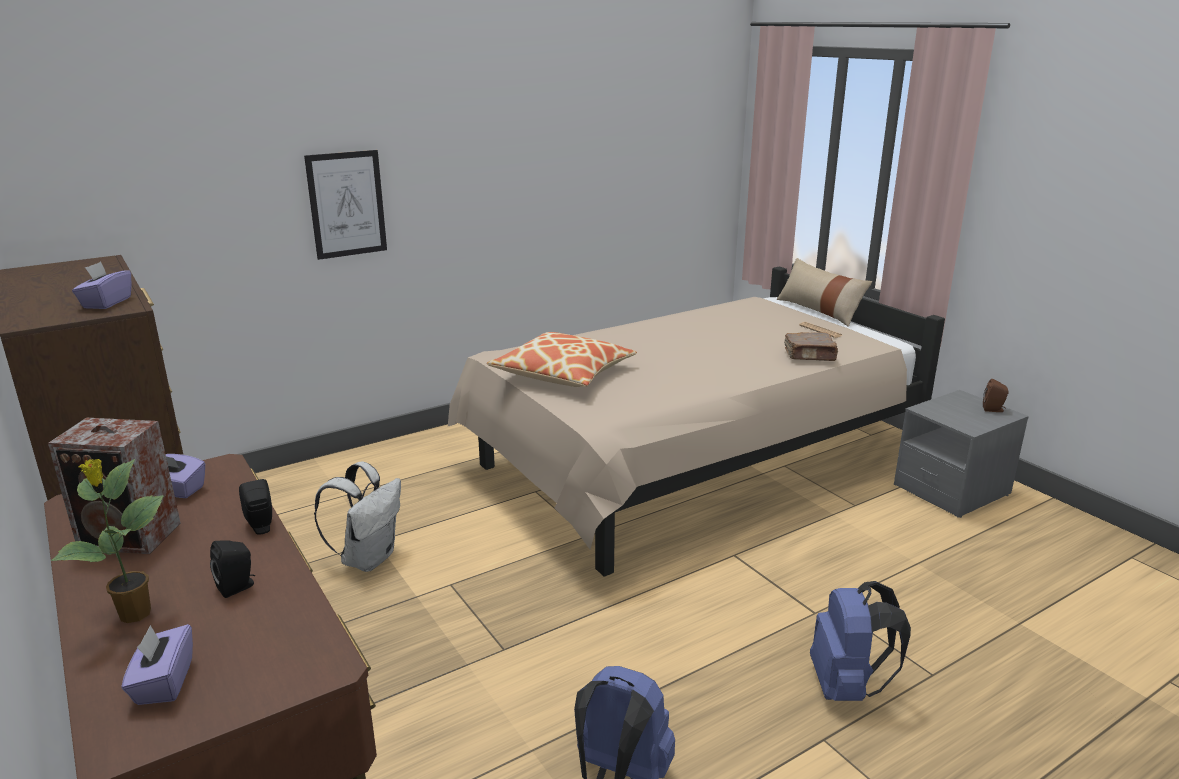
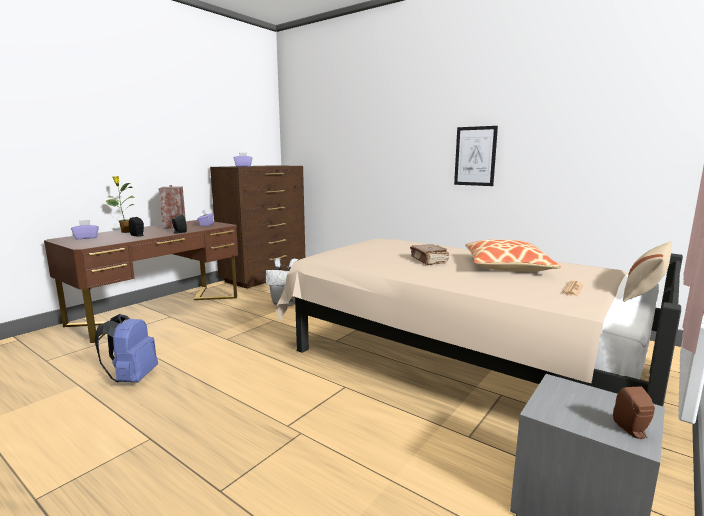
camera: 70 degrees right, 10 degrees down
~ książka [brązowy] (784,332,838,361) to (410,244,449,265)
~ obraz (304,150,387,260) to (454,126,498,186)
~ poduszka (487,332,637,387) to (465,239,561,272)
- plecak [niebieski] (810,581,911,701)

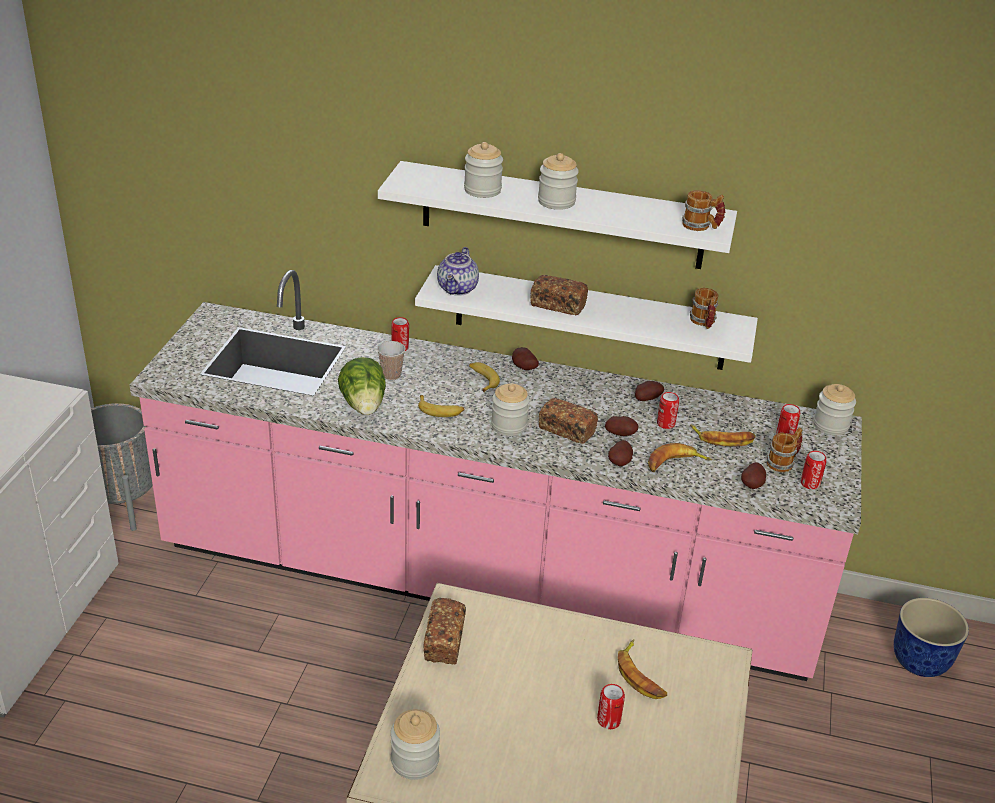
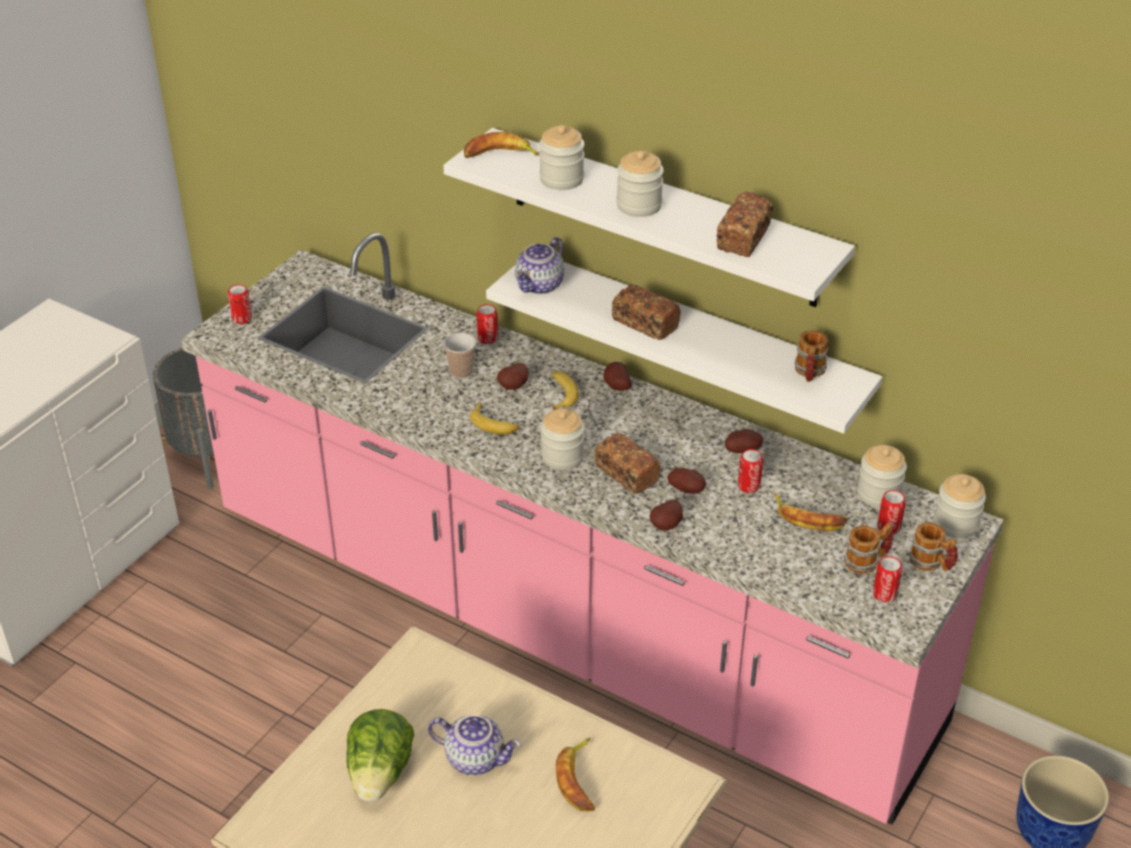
camera: 20 degrees right, 5 degrees up
~ puszka (597,684,625,729) to (228,284,252,324)
~ sałata (338,357,386,415) to (346,709,415,802)
+ imbryk (428,715,521,775)
~ banan (648,443,712,472) to (464,132,539,158)
~ ziemniak (741,462,766,489) to (497,363,528,390)
~ chleb (424,598,466,664) to (716,192,773,257)
~ słoik (391,709,440,780) to (857,445,907,508)
~ kubek (682,190,726,231) to (909,522,958,571)

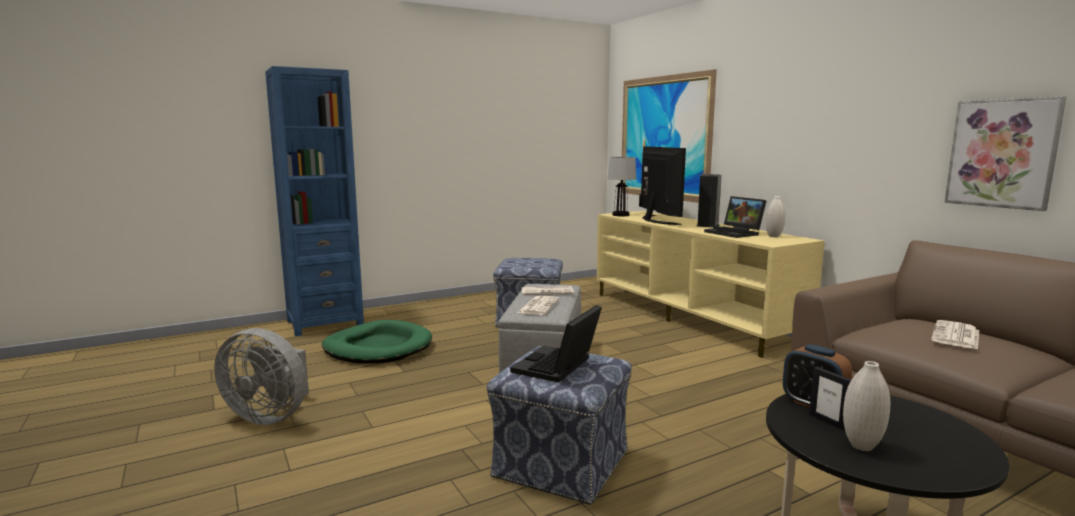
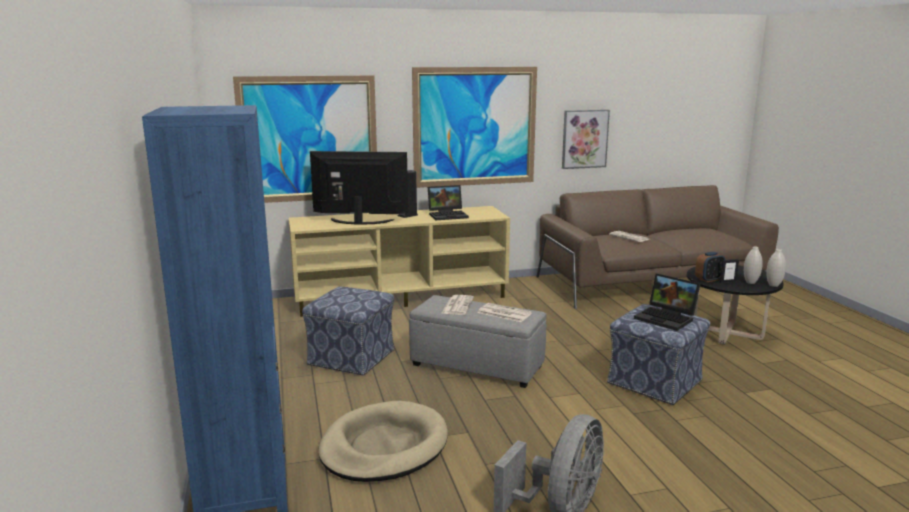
camera: 75 degrees left, 5 degrees up
~ legowisko [zielony] (322,320,432,364) to legowisko [beżowy] (318,401,448,482)
+ obraz (412,67,537,188)
~ wazon [biały] (765,196,785,237) to (766,249,786,287)
- lampa stołowa (608,157,636,216)

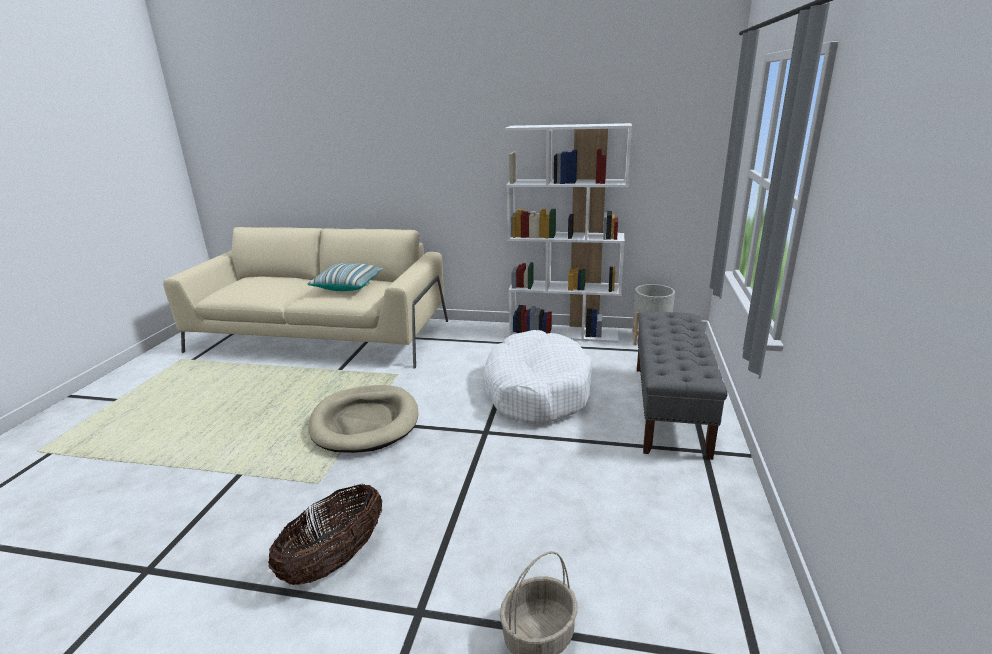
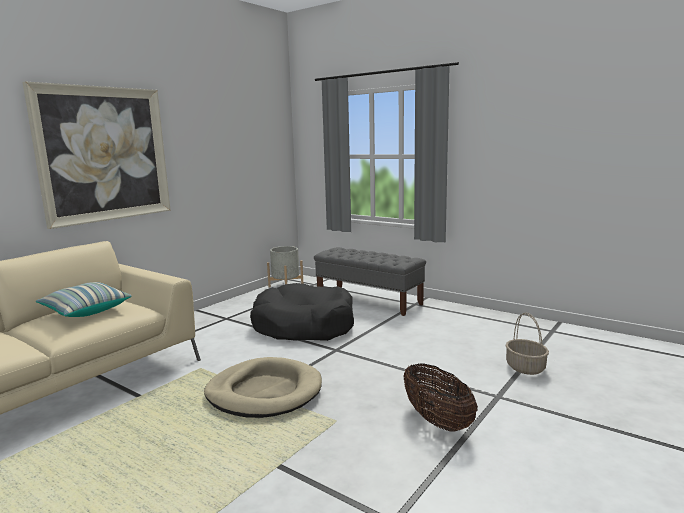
camera: 65 degrees left, 10 degrees down
+ obraz (23,82,171,229)
~ legowisko [biały] (482,330,592,425) to legowisko [czarny] (250,283,354,341)
- regał [biały] (505,123,632,343)

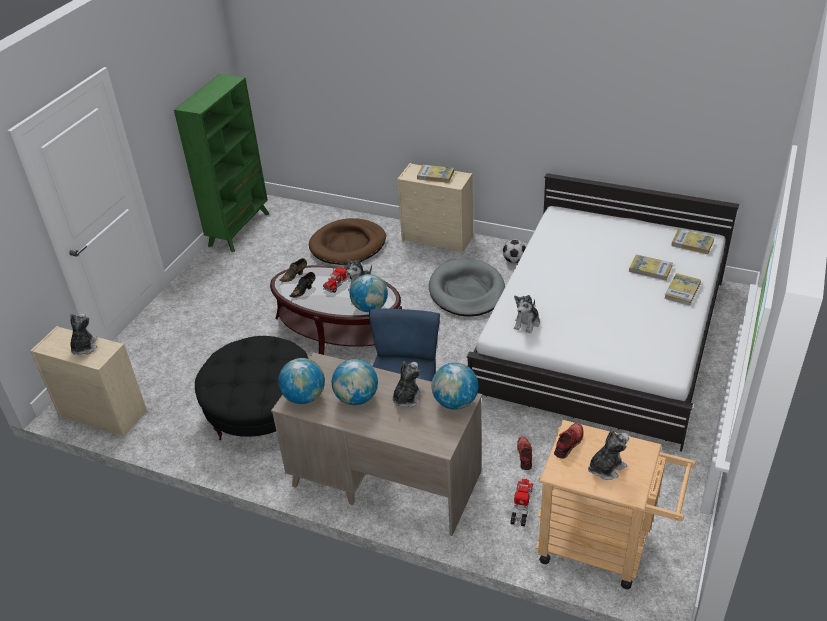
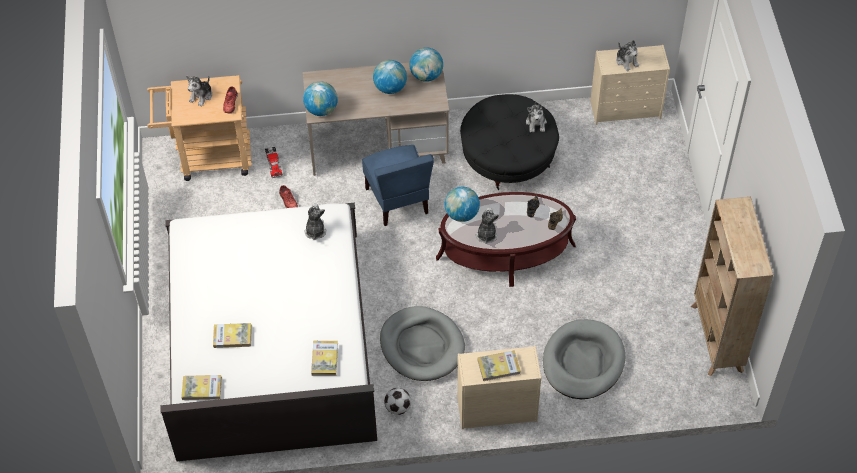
camera: 150 degrees right, 15 degrees up
~ książka (664,273,701,306) to (311,341,338,376)
~ pluszak (392,361,423,408) to (526,102,547,132)
~ legowisko [brązowy] (309,218,386,265) to legowisko [szary] (543,319,626,399)
~ regał [zielony] (174,74,270,252) to regał [beżowy] (691,197,773,376)
- ciężarówka zabawkowa (323,267,352,293)

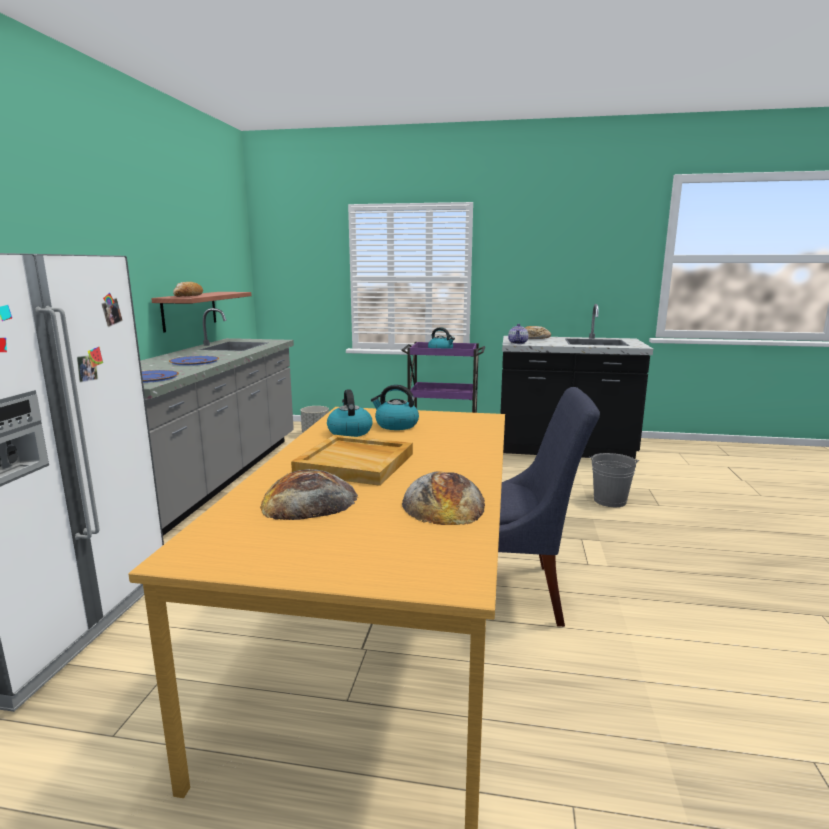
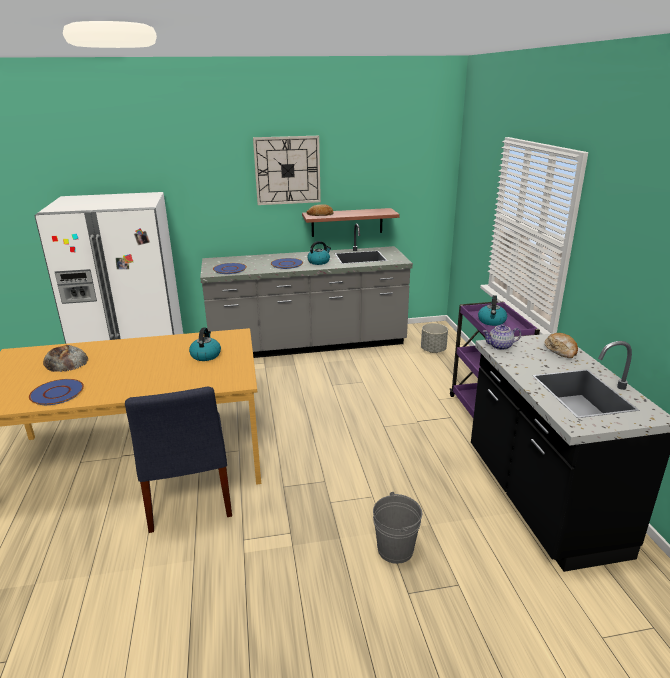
camera: 70 degrees right, 10 degrees up
~ chleb (402,471,485,525) to talerz [niebieski] (29,379,84,405)
+ zegar ścienny (253,136,321,205)
~ czajnik (327,389,372,437) to (307,241,331,265)
- taca [beżowy] (291,435,413,486)

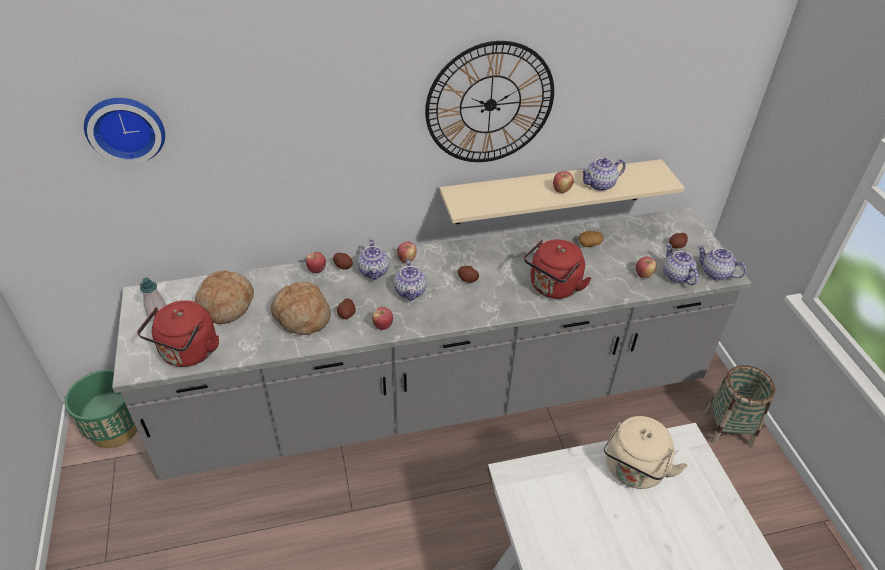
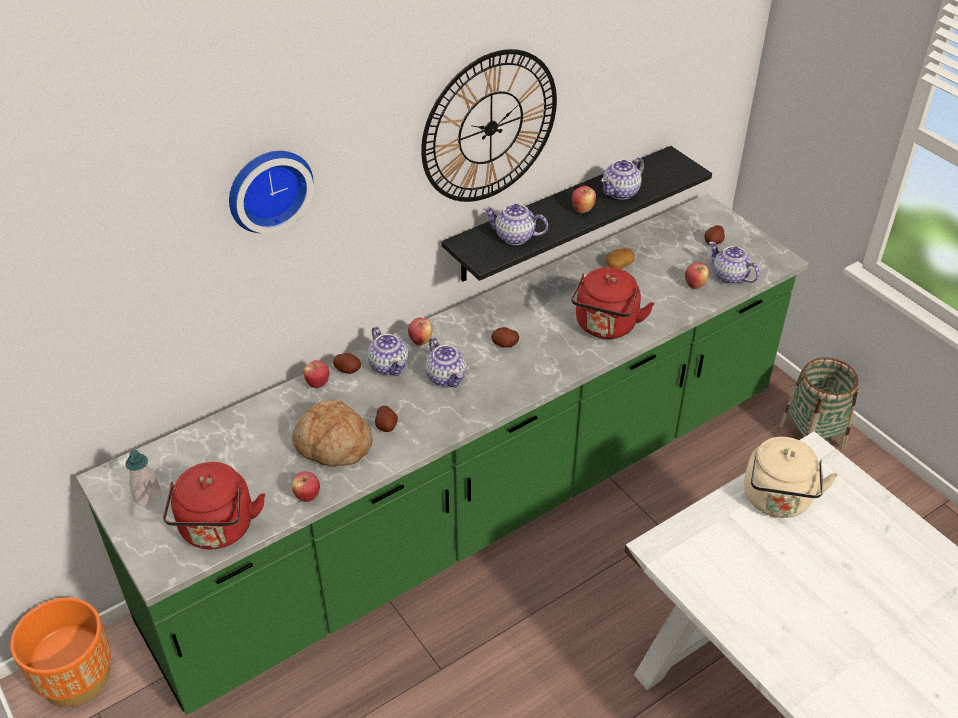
camera: 20 degrees left, 0 degrees up
~ donica [zielony] (65,370,137,448) to donica [pomarańczowy] (10,597,111,707)
~ zabudowa kuchenna [szary] (112,208,751,480) to zabudowa kuchenna [zielony] (76,194,808,715)
~ zegar ścienny (84,98,165,164) to (229,151,313,233)
~ jabłko (372,307,393,330) to (292,471,320,502)
~ półka [beżowy] (440,159,685,224) to półka [czarny] (442,146,712,282)
~ imbryk (697,245,746,280) to (483,204,548,245)
- chleb (195,270,254,324)

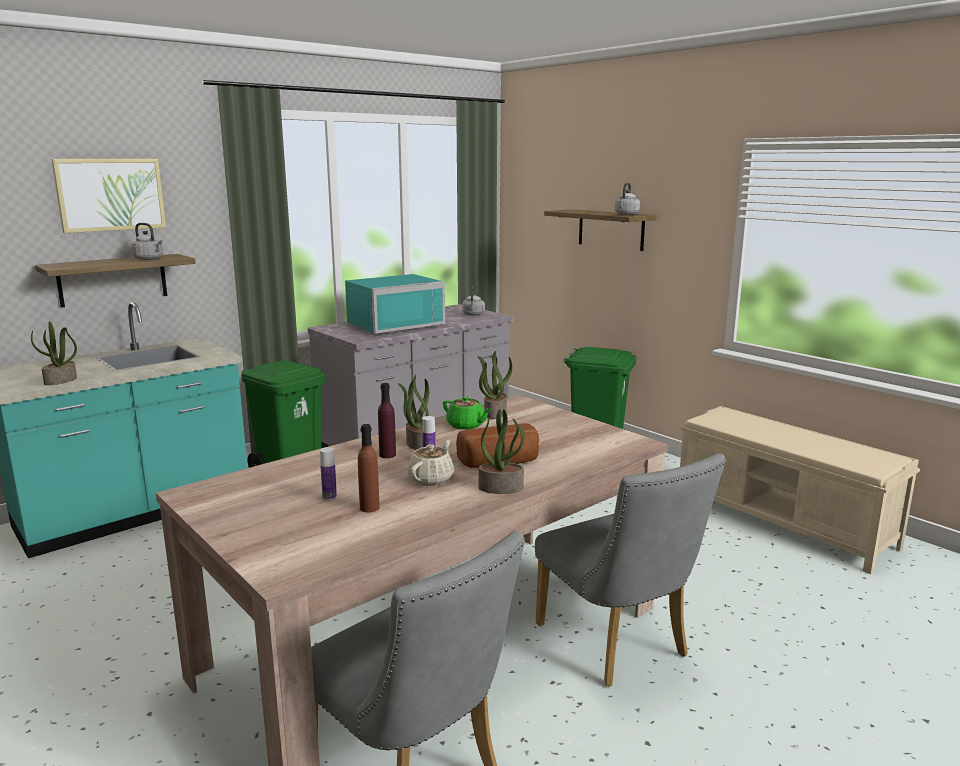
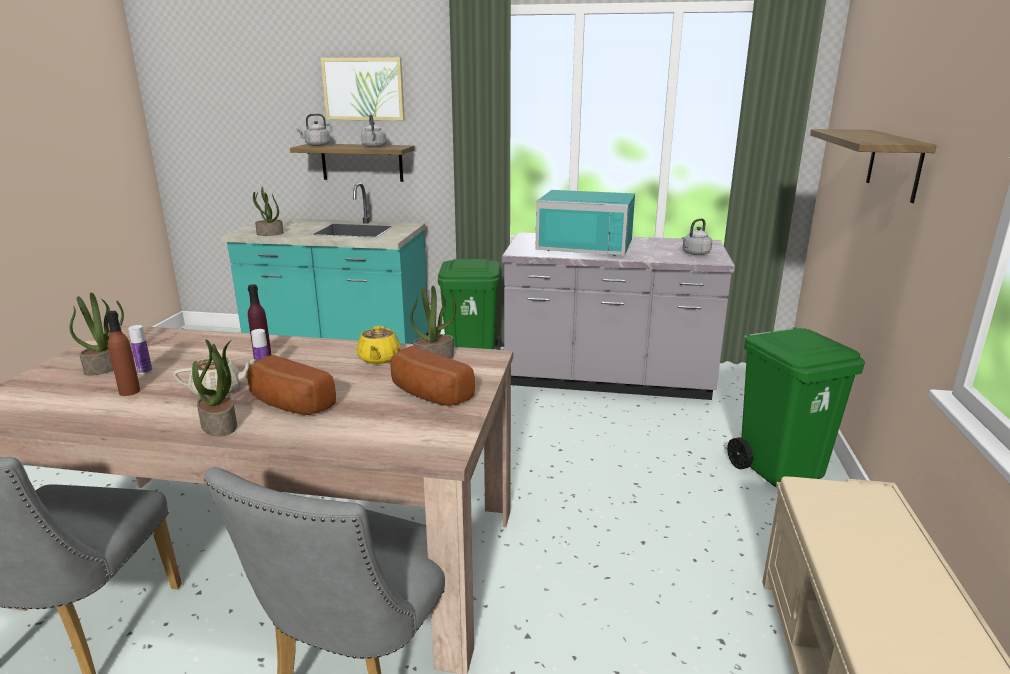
camera: 50 degrees right, 5 degrees up
~ roślina doniczkowa (398,375,429,450) to (70,293,124,375)
~ czajnik [szary] (615,183,640,215) to (297,114,330,146)
~ imbryk [zielony] (443,396,492,430) to imbryk [żółty] (357,326,401,364)
+ chleb (391,346,475,406)

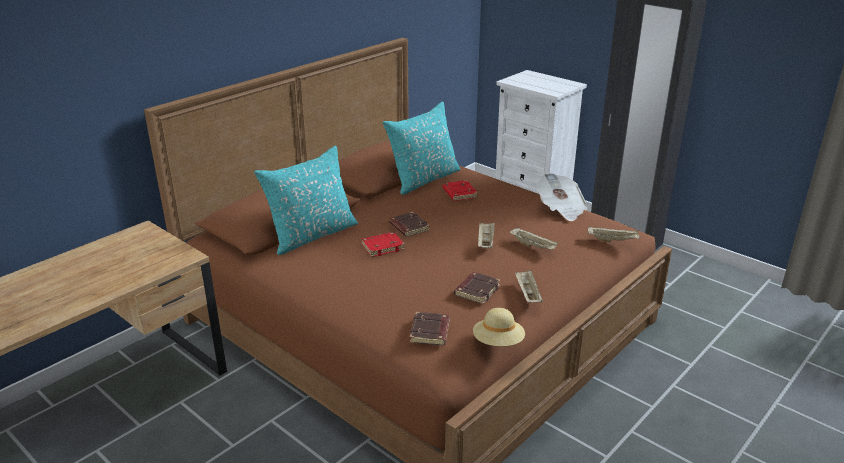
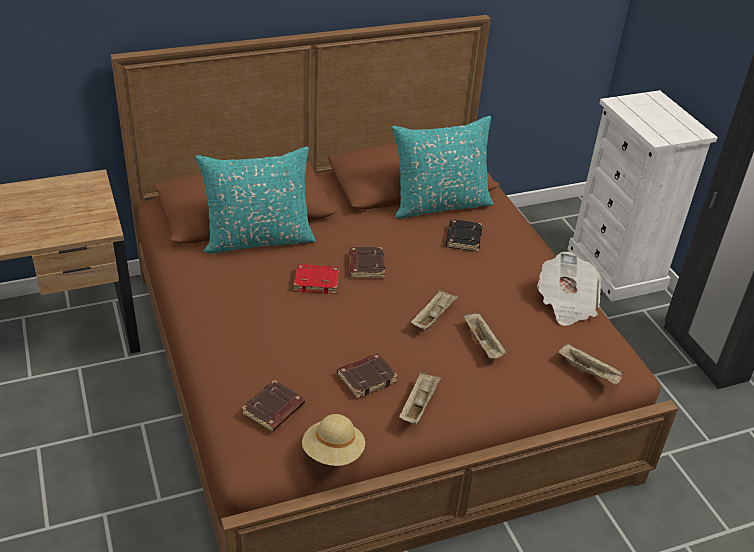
camera: 25 degrees right, 10 degrees up
~ książka [czerwony] (443,180,478,201) to książka [czarny] (446,219,482,252)

